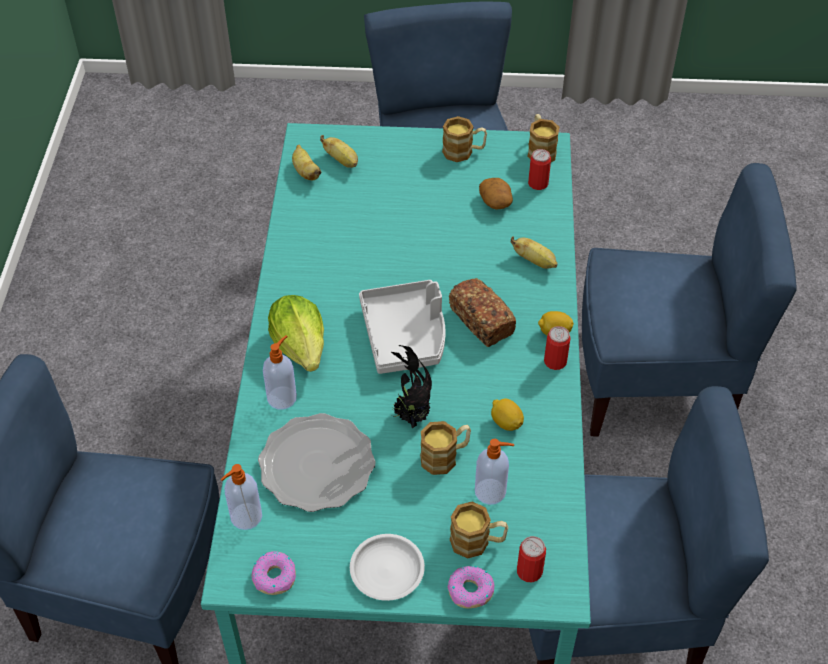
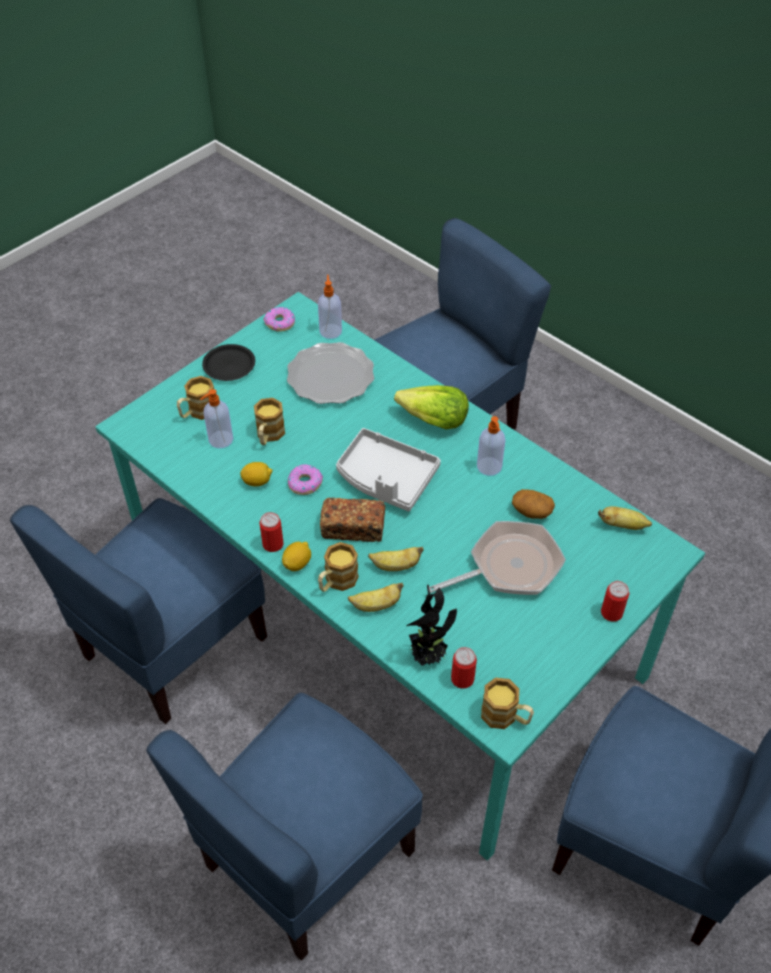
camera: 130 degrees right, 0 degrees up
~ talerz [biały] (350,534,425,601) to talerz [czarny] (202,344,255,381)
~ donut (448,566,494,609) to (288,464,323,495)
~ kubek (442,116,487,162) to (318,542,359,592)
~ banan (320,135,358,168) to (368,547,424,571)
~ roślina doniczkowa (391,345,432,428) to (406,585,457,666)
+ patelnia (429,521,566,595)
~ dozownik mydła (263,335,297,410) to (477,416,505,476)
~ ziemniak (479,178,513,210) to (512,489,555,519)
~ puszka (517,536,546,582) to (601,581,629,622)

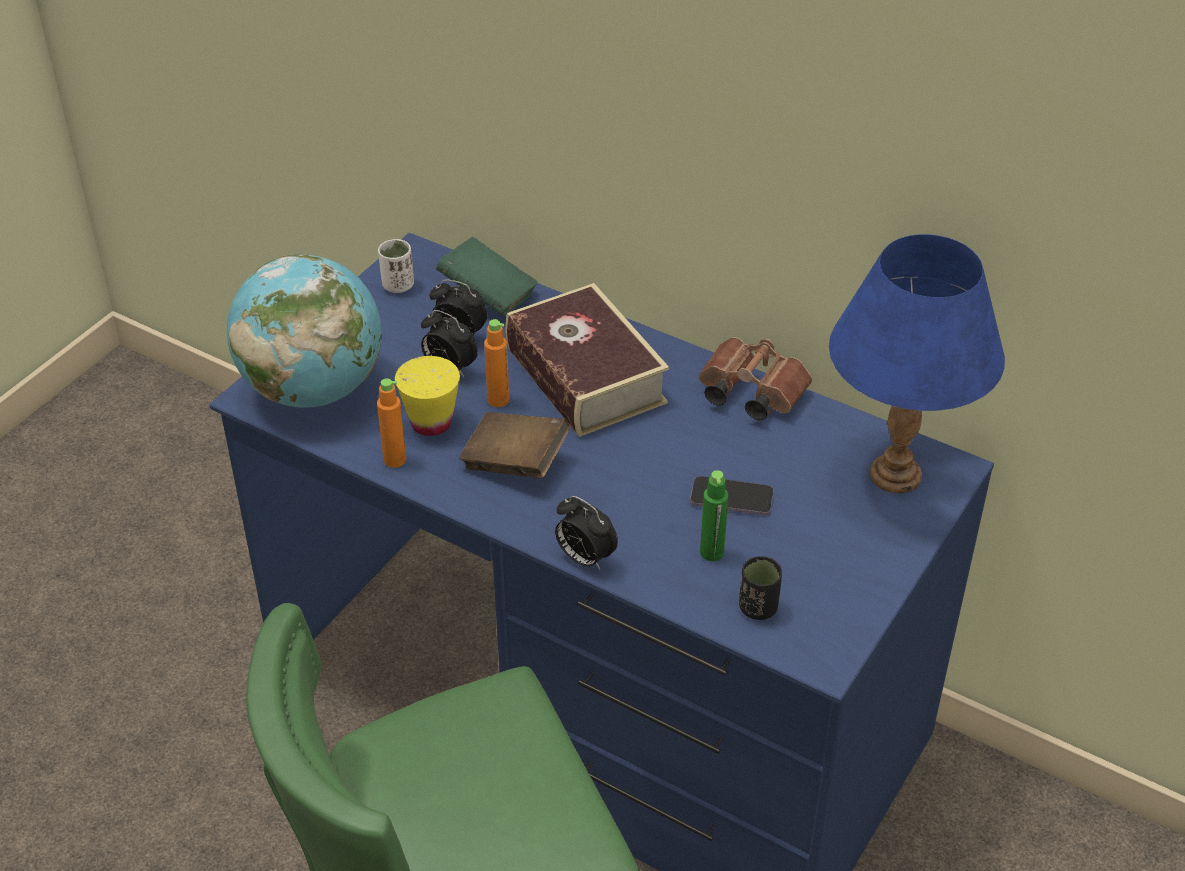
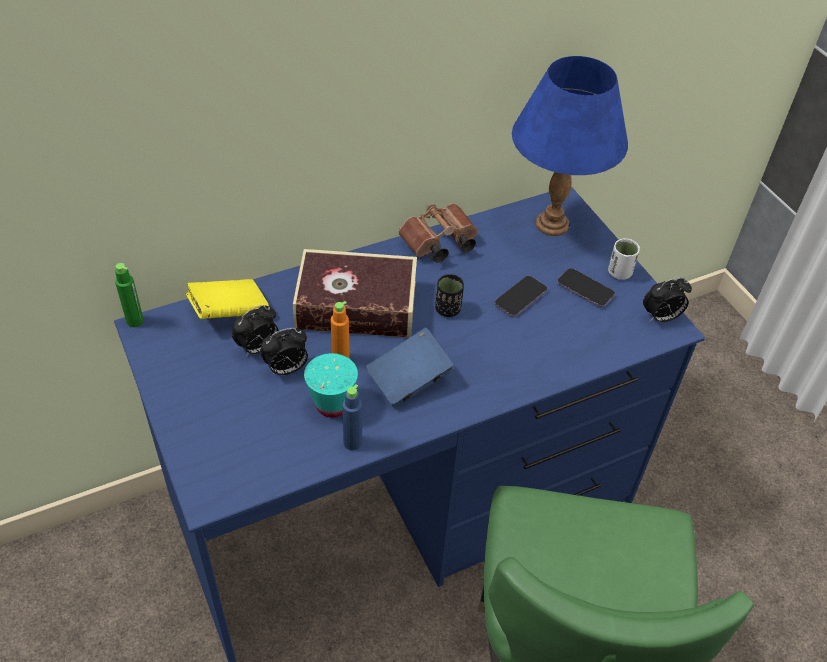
camera: 60 degrees left, 5 degrees up
~ butelka [zielony] (700,470,728,561) to (115,263,144,327)
~ książka [zielony] (436,237,538,317) to książka [żółty] (186,279,269,319)
~ filiżanka [żółty] (395,356,460,436) to filiżanka [turkusowy] (304,353,358,418)
~ butelka [pomarańczowy] (377,378,406,468) to butelka [niebieski] (342,384,362,450)
~ książka [brązowy] (459,412,569,478) to książka [niebieski] (365,328,454,408)
~ filiżanka [czarny] (739,556,783,620) to (435,274,464,317)
+ telefon (557,268,615,308)
~ filiżanka [biały] (378,239,414,293) to (608,239,640,280)
~ budzik (555,496,618,570) to (643,277,692,322)
- globus (227,254,382,408)

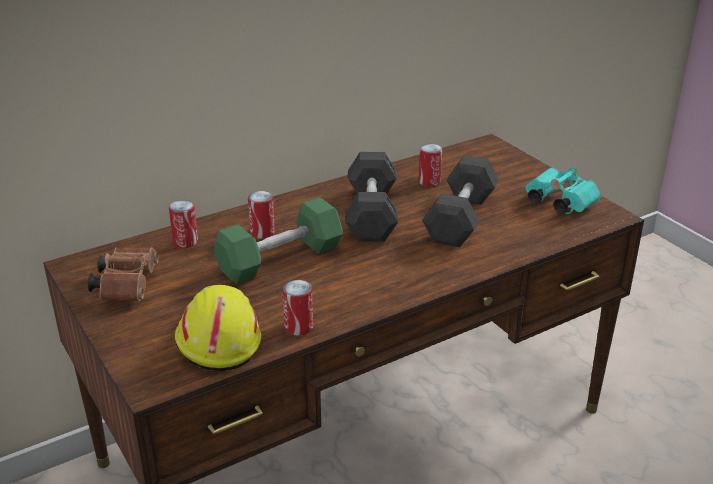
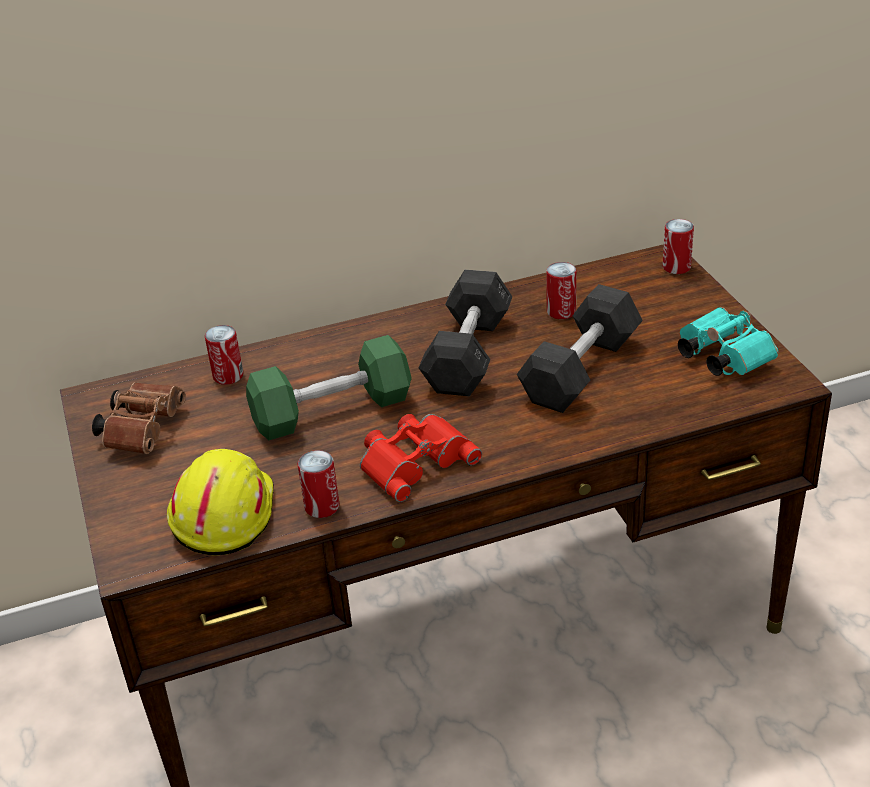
camera: 15 degrees right, 5 degrees up
+ lornetka [czerwony] (360,414,482,502)
~ puszka (248,191,275,238) to (663,219,694,274)

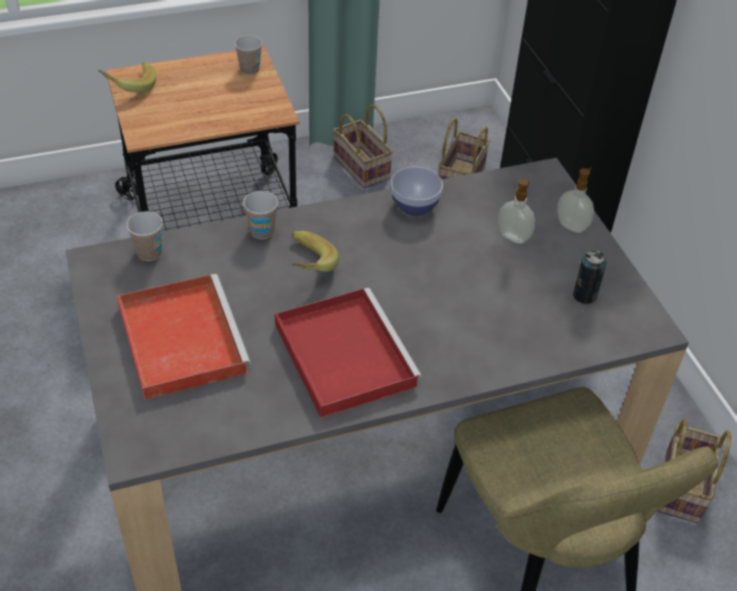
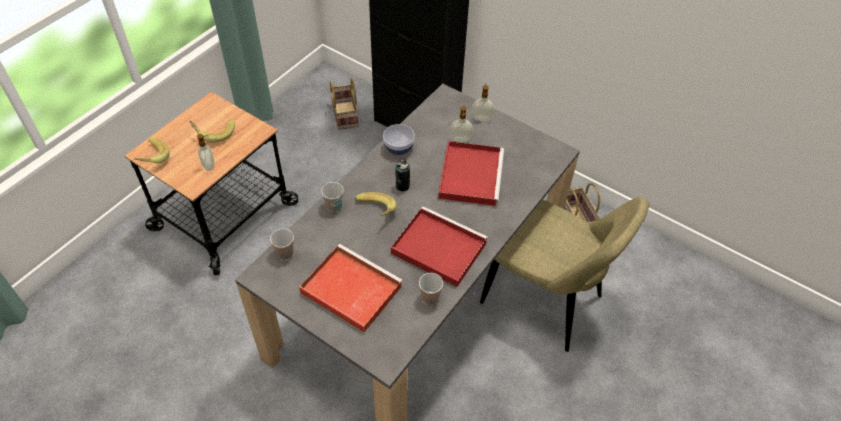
camera: 35 degrees left, 5 degrees up
+ banan (189,119,235,143)
+ dozownik mydła (197,134,214,171)
~ puszka (573,250,607,304) to (395,160,410,192)
~ filiżanka (234,35,262,75) to (419,273,443,305)
+ taca [czerwony] (438,141,504,206)
- koszyk (333,105,393,189)

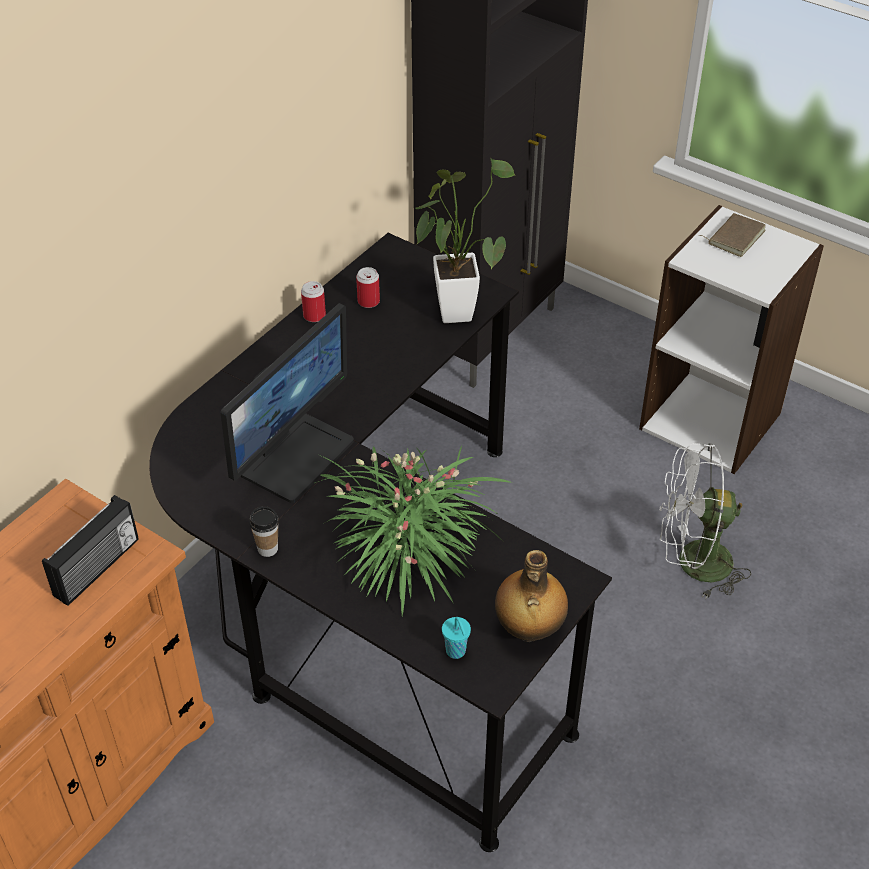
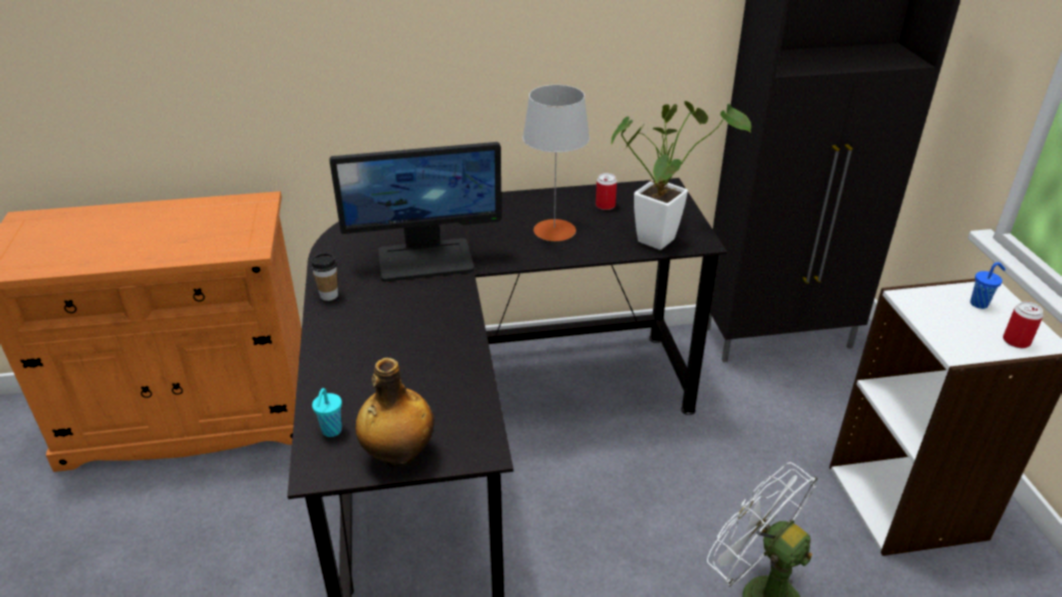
camera: 45 degrees right, 10 degrees down
+ lampa stołowa [szary] (523,85,590,241)
~ książka [brązowy] (698,213,766,257) to filiżanka [niebieski] (970,262,1006,309)
~ puszka (301,281,326,322) to (1003,301,1043,348)
- radio (42,495,139,606)
- roślina doniczkowa (315,446,512,616)

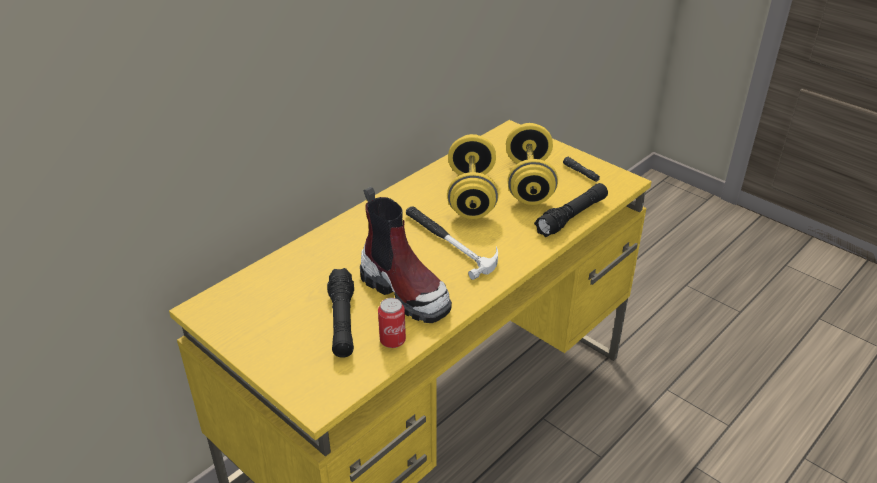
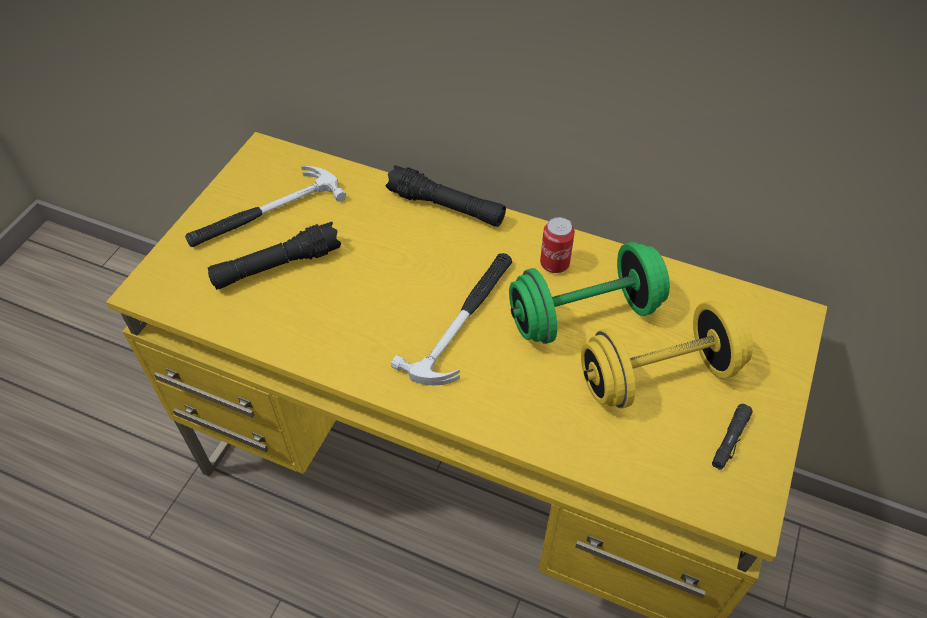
camera: 70 degrees right, 15 degrees up
+ młotek (185,166,346,247)
~ latarka [czarny] (534,183,608,237) to (385,165,506,227)
~ hantel [żółty] (447,134,499,219) to hantel [zielony] (509,242,670,344)
~ puszka (378,298,406,348) to (540,217,575,273)
- but z cholewką (360,186,452,323)

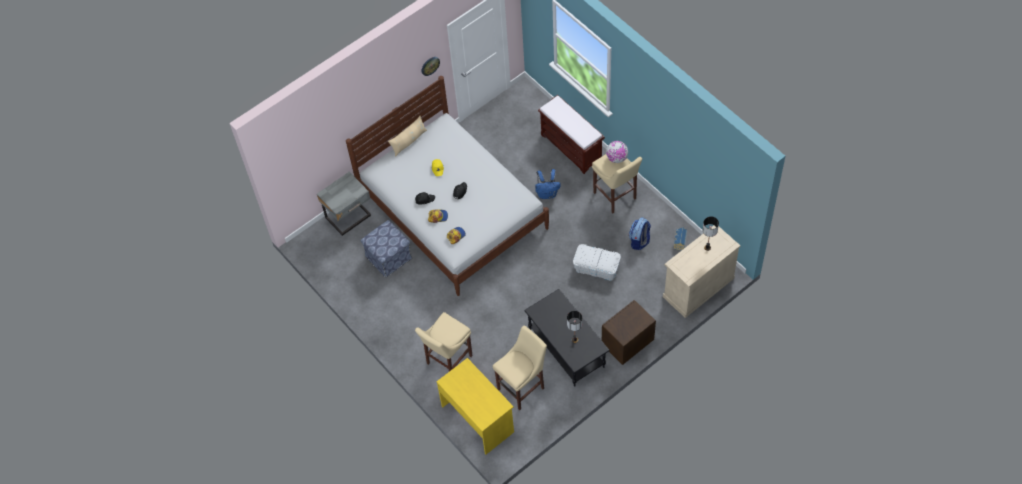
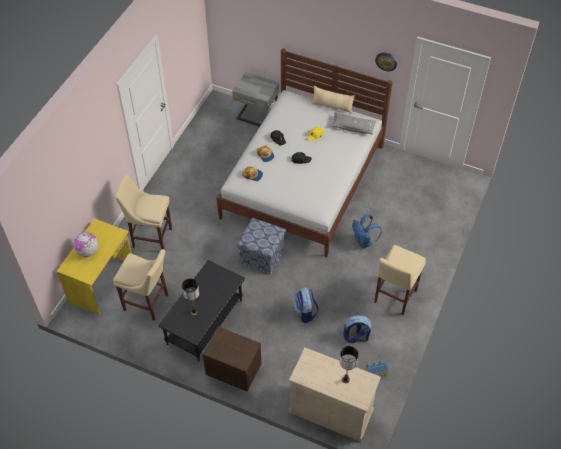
camera: 60 degrees right, 5 degrees down
~ globus (606,141,628,163) to (73,233,98,257)
~ pufa (361,220,412,278) to (237,218,286,274)
~ pojemnik do przechowywania [biały] (573,244,621,281) to plecak (293,287,319,323)
+ poduszka [szary] (331,112,377,135)
- ławka [brązowy] (538,95,605,174)

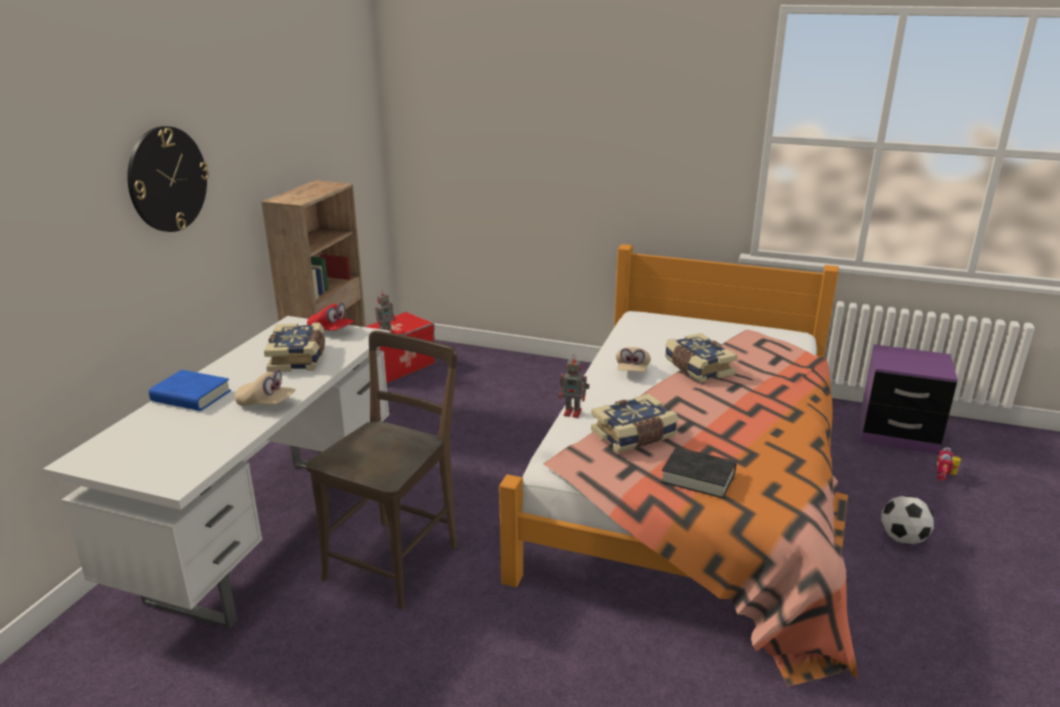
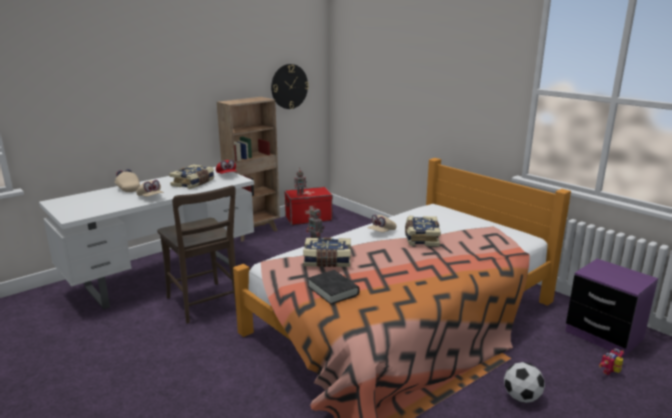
camera: 30 degrees right, 5 degrees down
~ książka [niebieski] (149,370,231,411) to czapka z daszkiem [beżowy] (115,169,140,192)
~ krzesło [brązowy] (306,331,457,610) = (157,185,236,324) 90 degrees clockwise
~ zegar ścienny (127,126,209,232) to (271,64,309,109)

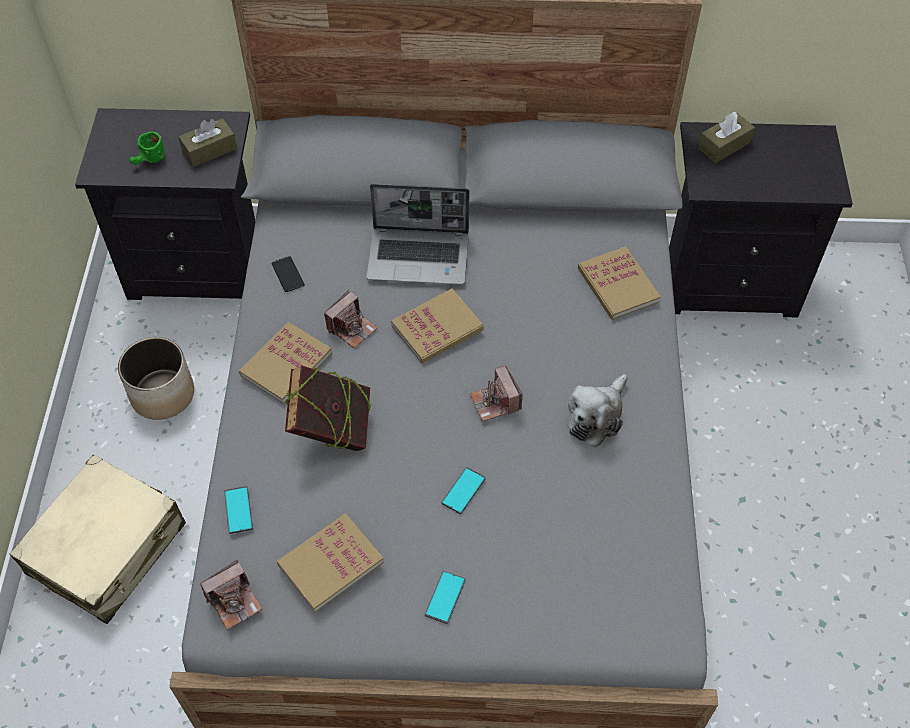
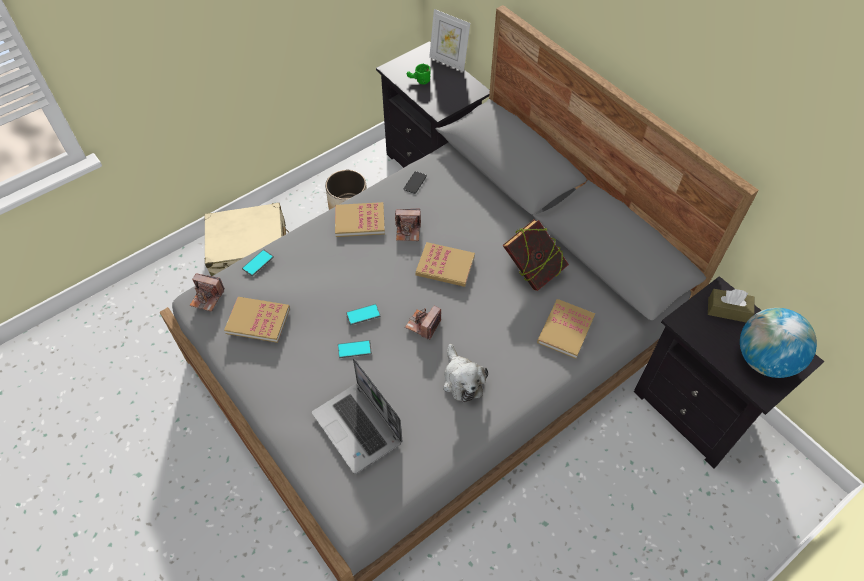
camera: 50 degrees right, 0 degrees up
~ laptop (366,184,470,285) to (312,358,403,474)
~ telefon (425,571,465,624) to (346,304,380,325)
+ ramka na zdjęcie (429,9,470,71)
~ pluszak (568,374,628,448) = (443,344,488,403) 105 degrees counterclockwise
~ książka (285,365,371,451) to (502,219,569,291)
+ globus (740,308,817,378)
- pudełko chusteczek [brązowy] (178,118,237,167)

